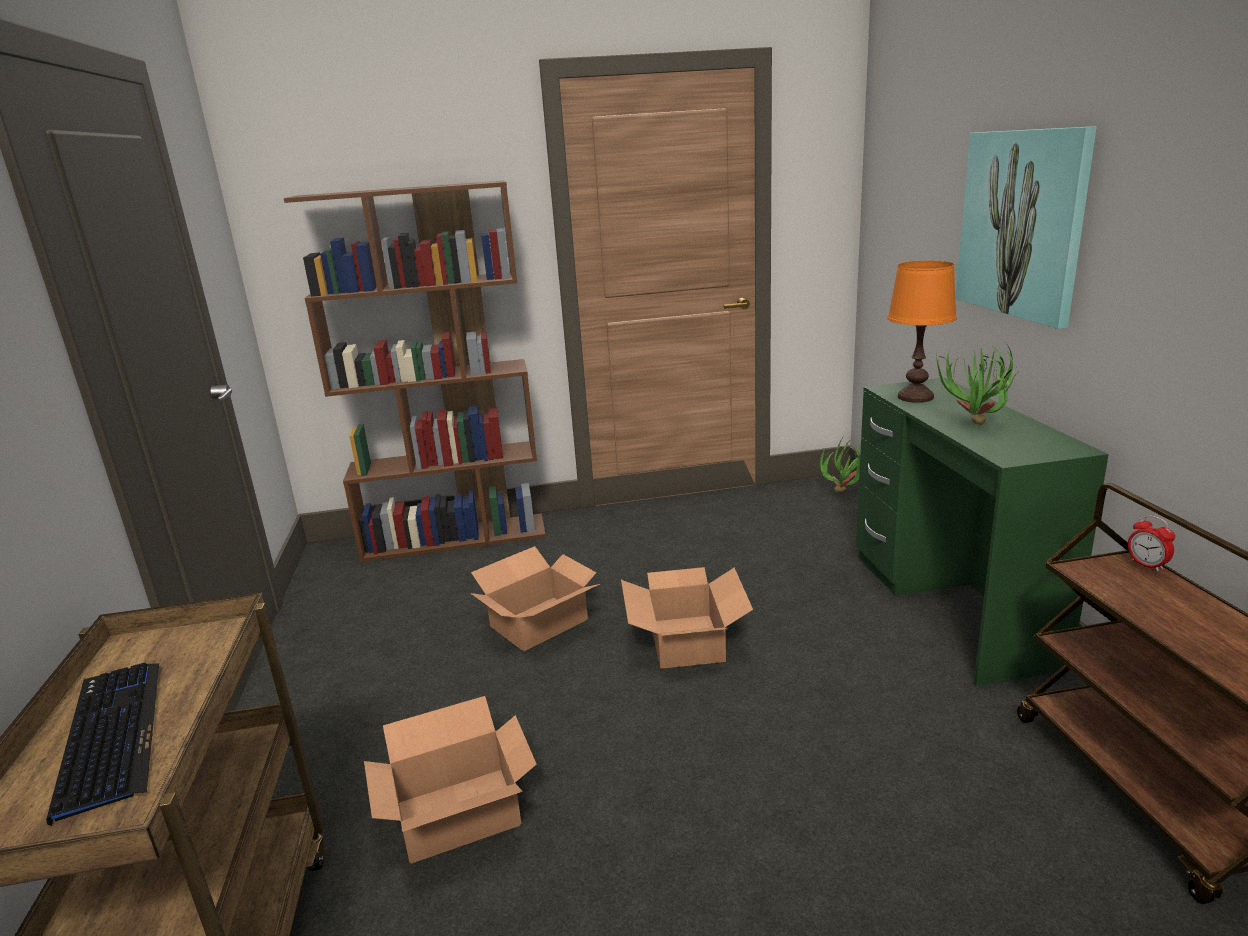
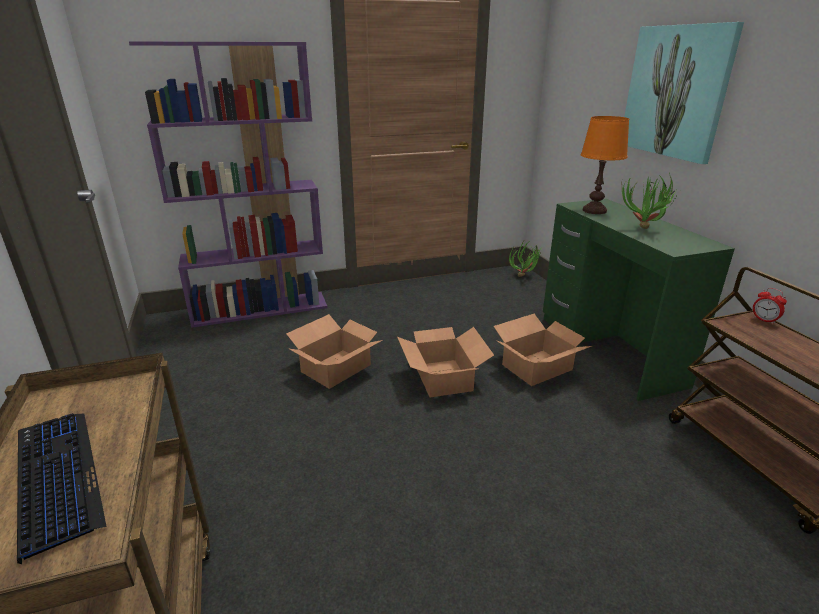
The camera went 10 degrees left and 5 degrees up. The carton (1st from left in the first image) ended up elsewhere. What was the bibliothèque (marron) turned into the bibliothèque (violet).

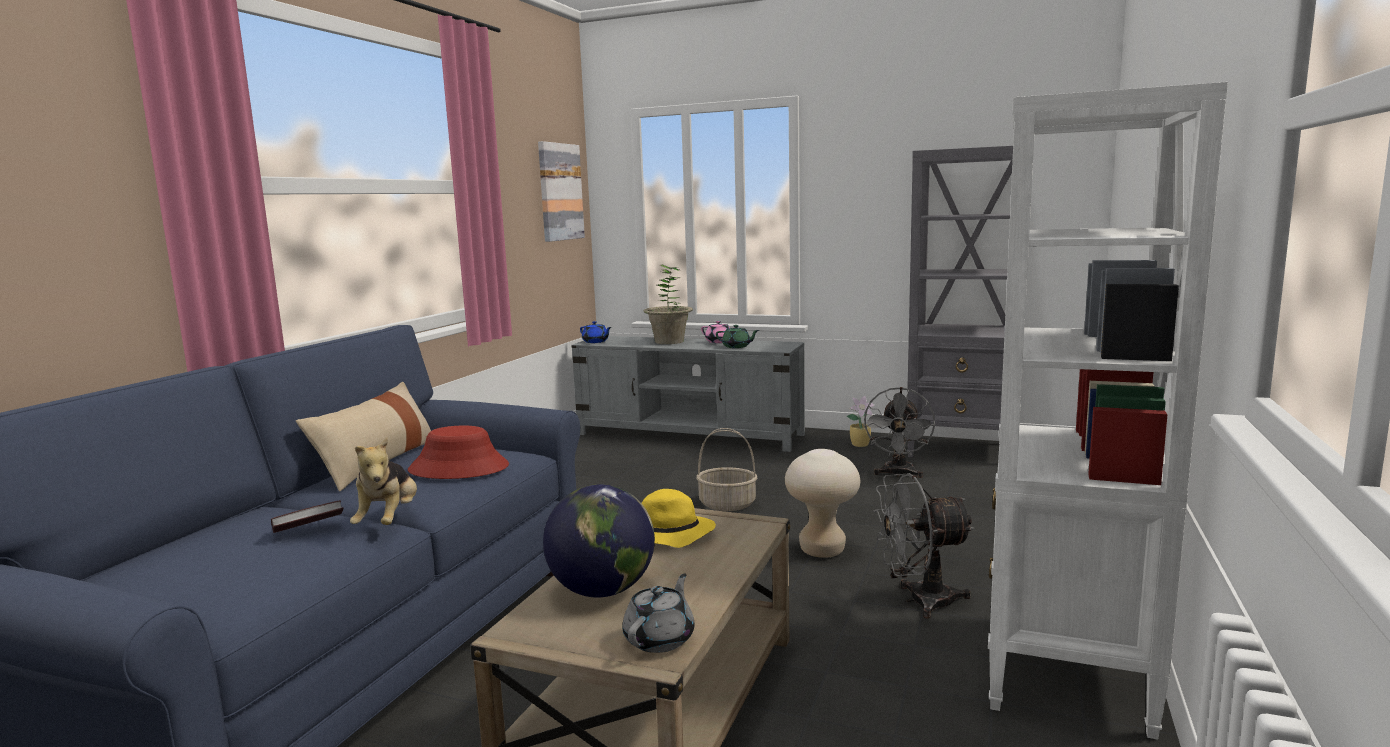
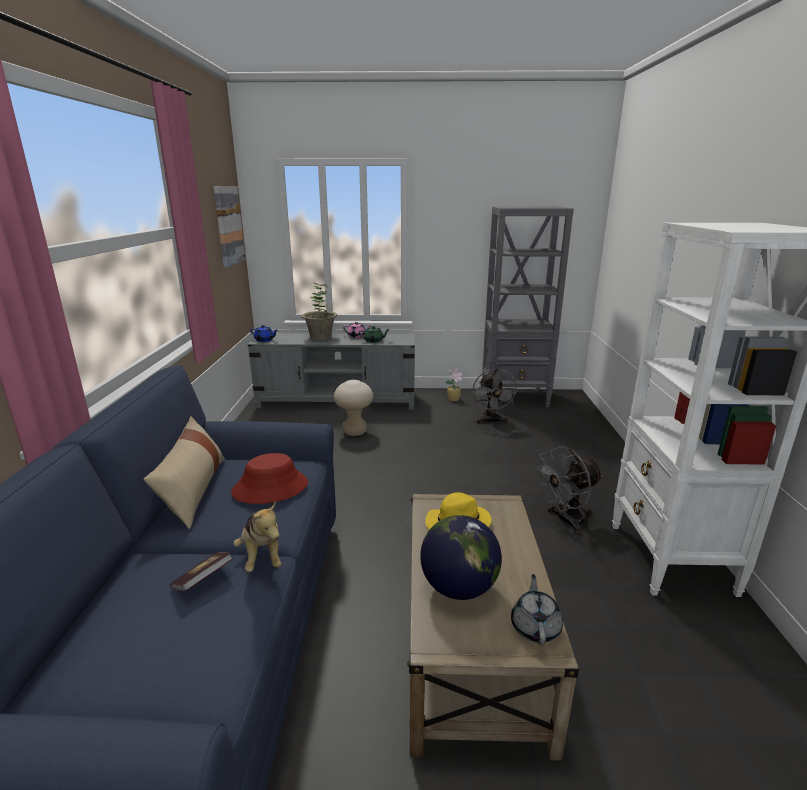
The camera went 20 degrees left and 10 degrees up. The second view lost the panier. The tabouret (beige) ended up elsewhere.

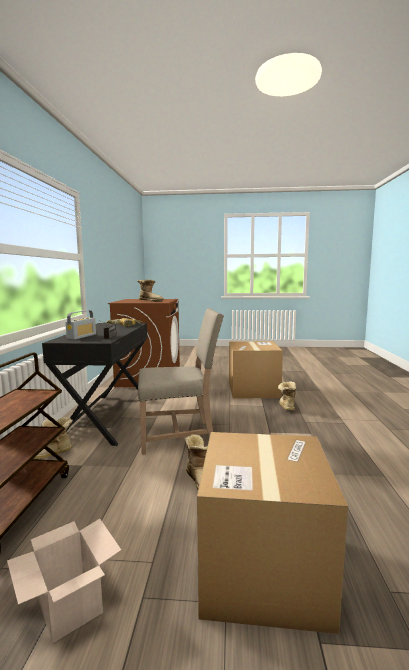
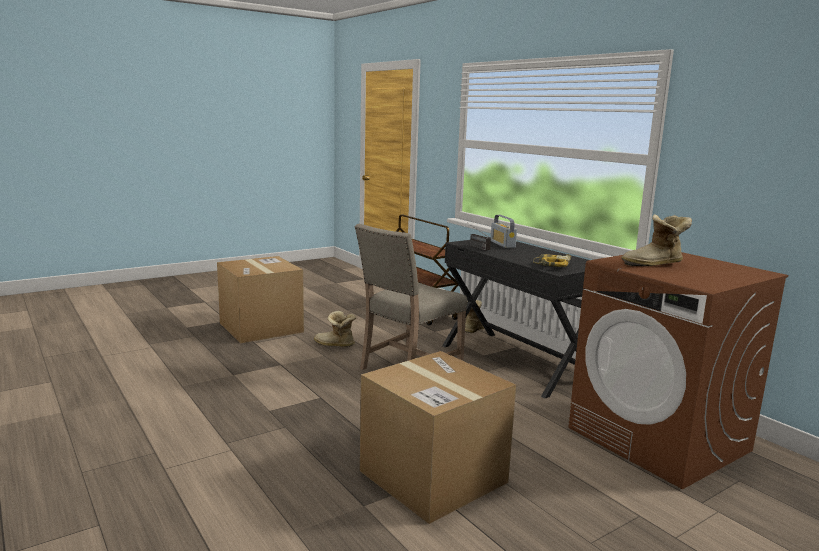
The camera went 140 degrees right and 5 degrees up. The second view lost the carton (1st from left). The second view lost the botte (4th from left).

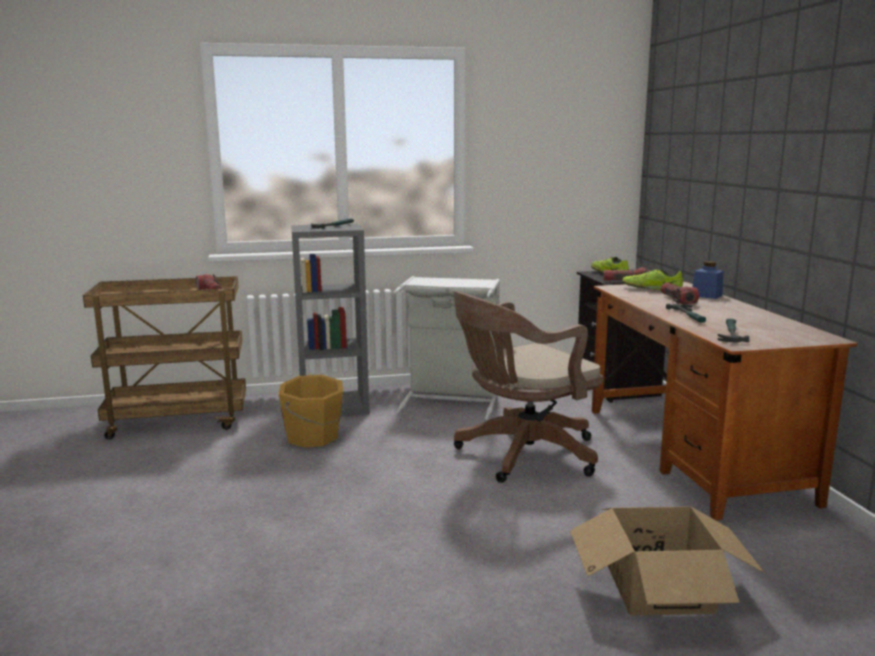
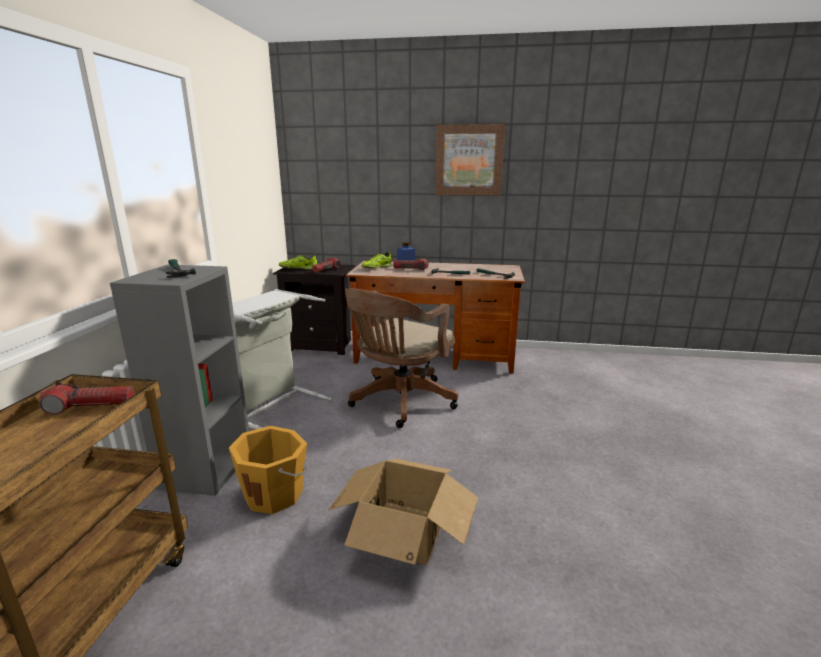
The camera went 70 degrees left and 5 degrees up. The second view gained the tableau. The carton ended up elsewhere. The chaise de bureau (marron) ended up facing another way, 45 degrees clockwise from before.

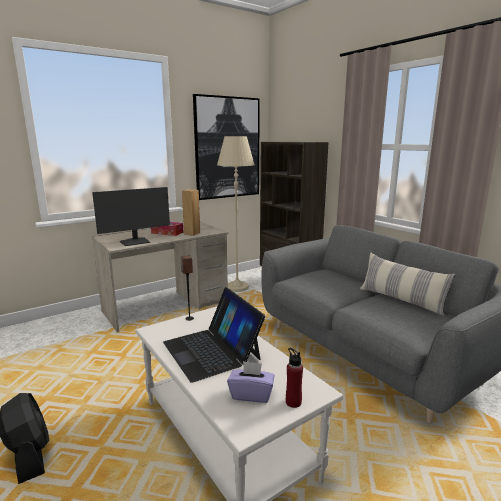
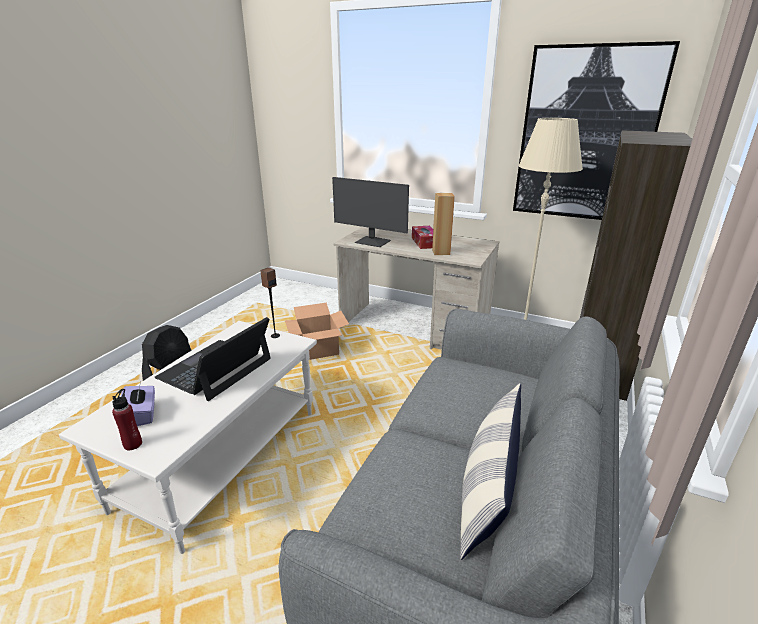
The camera went 60 degrees right and 10 degrees up. The second view gained the carton.

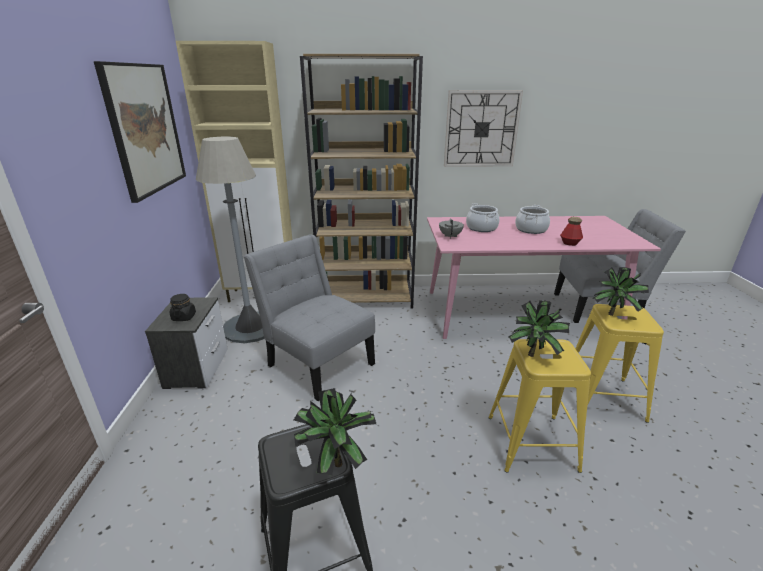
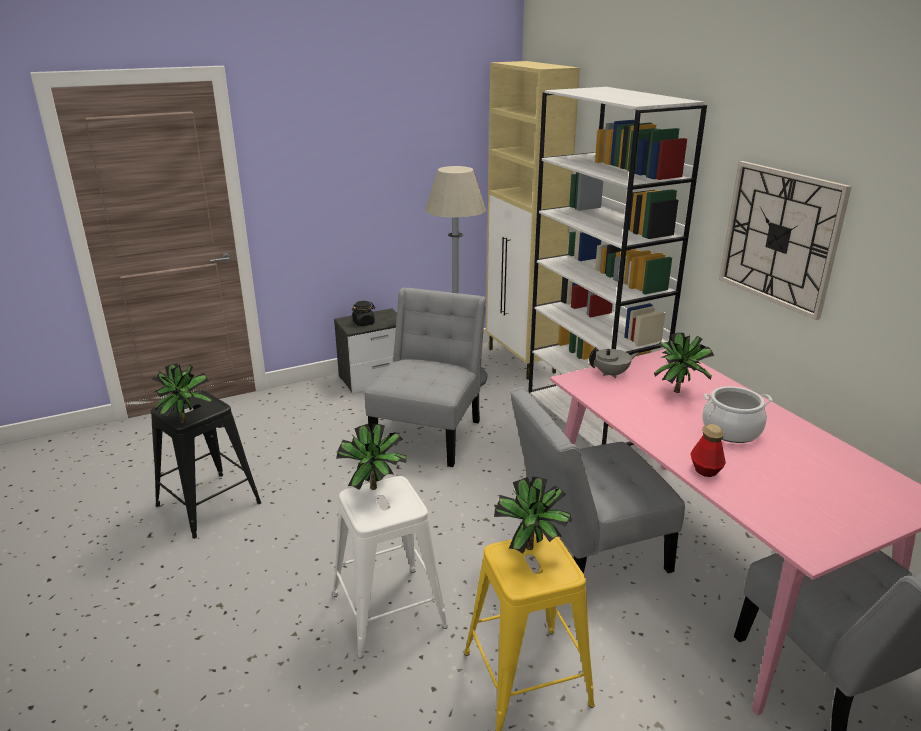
The camera went 65 degrees right and 0 degrees up. The second view lost the tableau. The second view gained the chaise (gris) (2nd from left). Where the marmite (1st from left) stood, the plante en pot (4th from left) came to stand. What was the bibliothèque (marron) turned into the bibliothèque (blanc). What was the tabouret (jaune) (1st from left) turned into the tabouret (blanc).

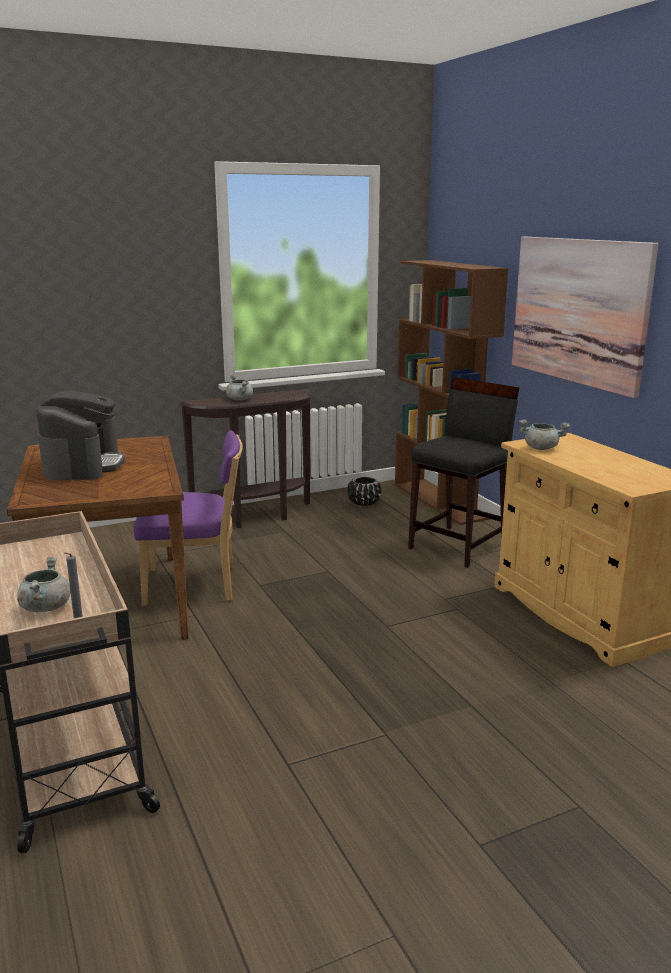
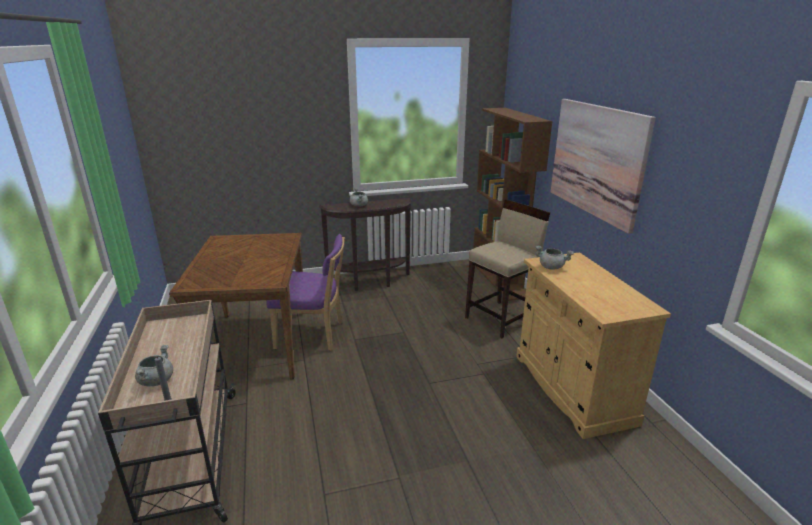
The camera went 10 degrees right and 5 degrees up. The second view lost the machine à café. The second view lost the cache-pot (noir). What was the tabouret (noir) turned into the tabouret (beige).

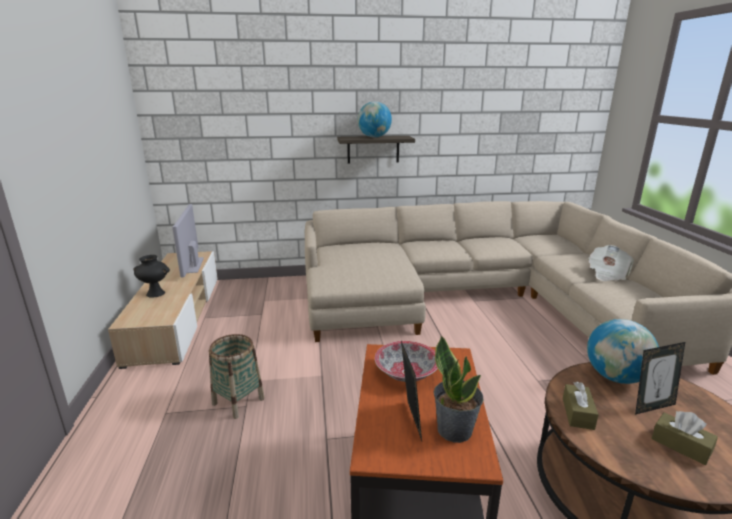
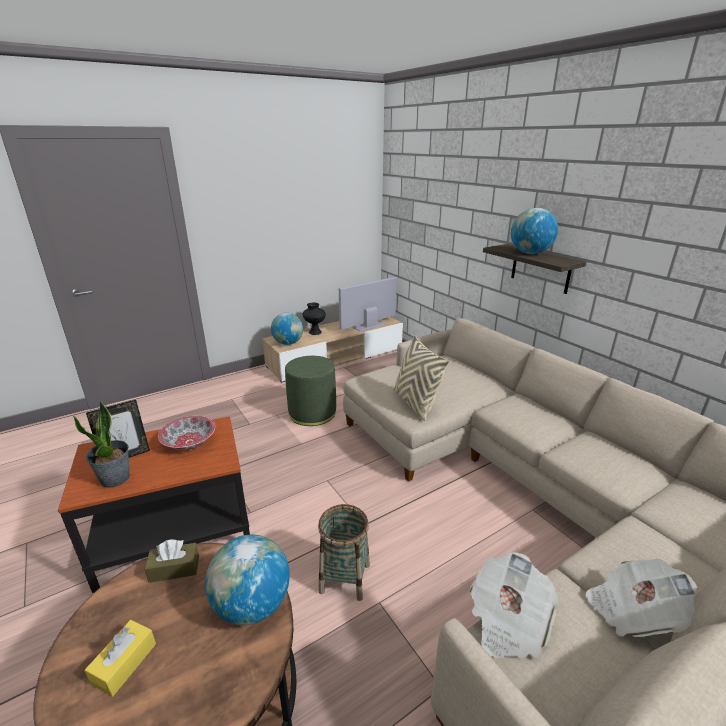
The camera went 65 degrees right and 5 degrees up. The second view lost the cadre photo (2nd from left). The second view gained the globe (2nd from left). The second view gained the pouf (vert). The second view gained the coussin (beige). The second view gained the journal (1st from left). The panier ended up elsewhere. What was the boîte à mouchoirs (marron) (2nd from left) turned into the boîte à mouchoirs (jaune).

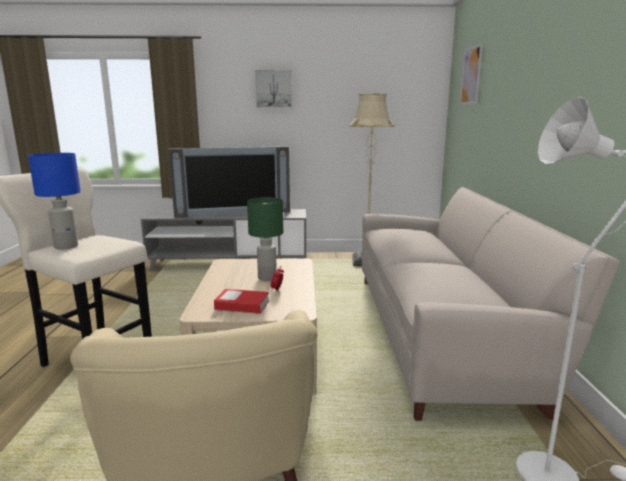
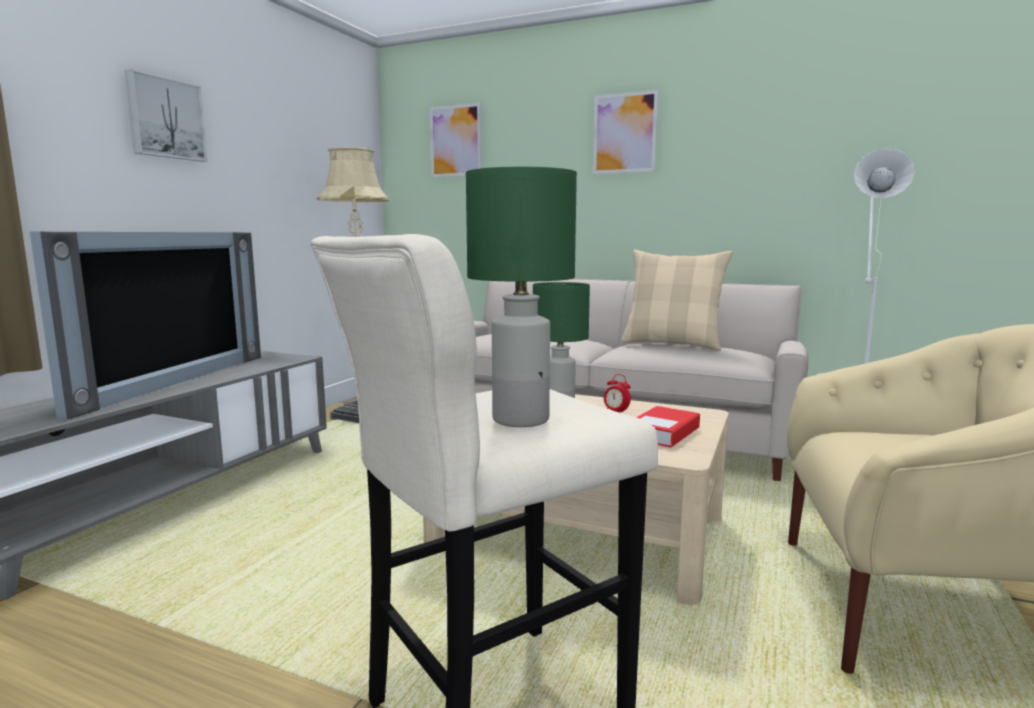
The camera went 65 degrees left and 5 degrees down. The second view gained the tableau (3rd from left). The second view gained the coussin (beige). What was the lampe de table (bleu) turned into the lampe de table (vert) (1st from left).

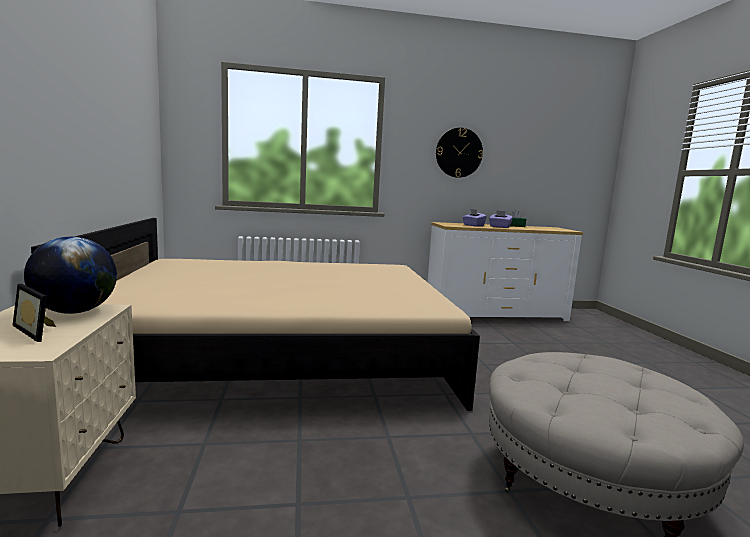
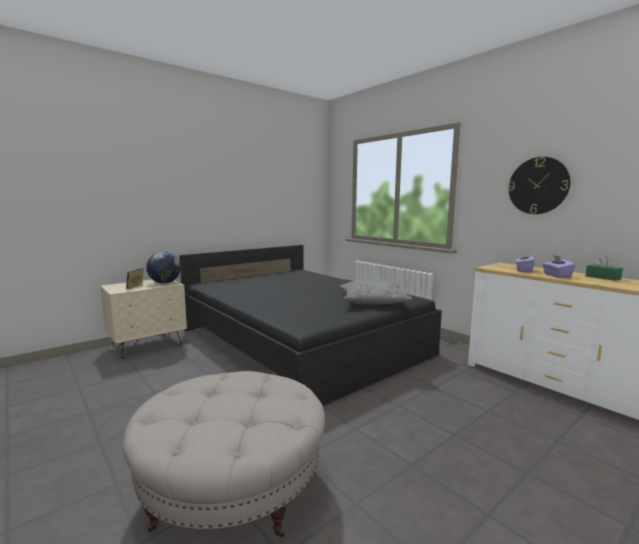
The camera went 60 degrees right and 0 degrees up. The second view gained the coussin (gris). What was the lit (beige) turned into the lit (noir).

